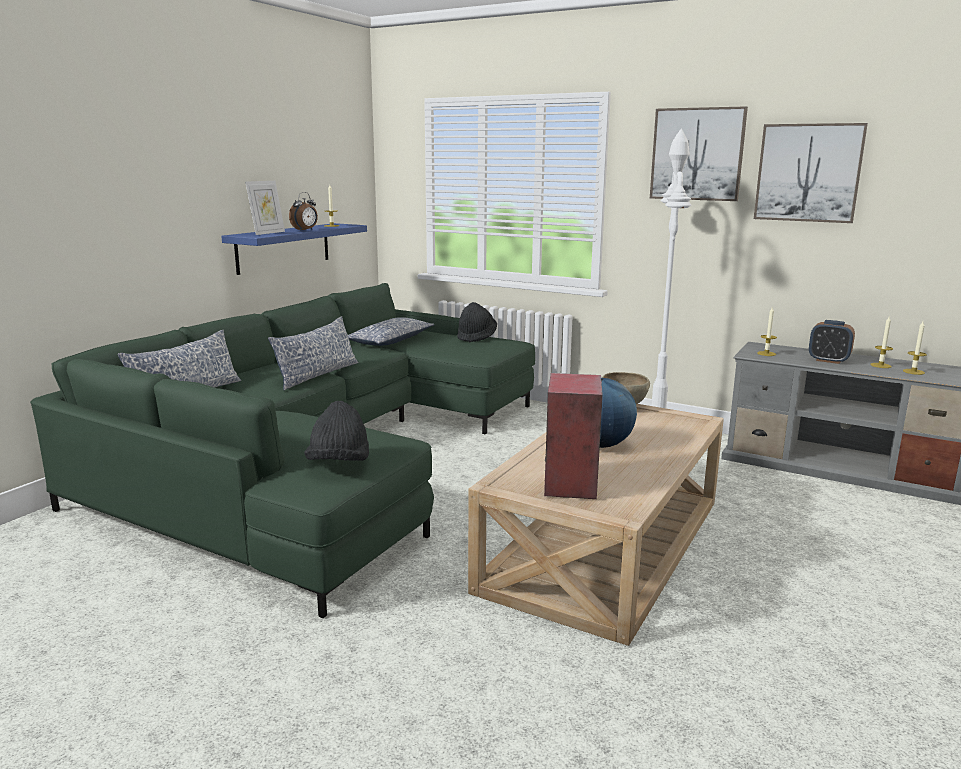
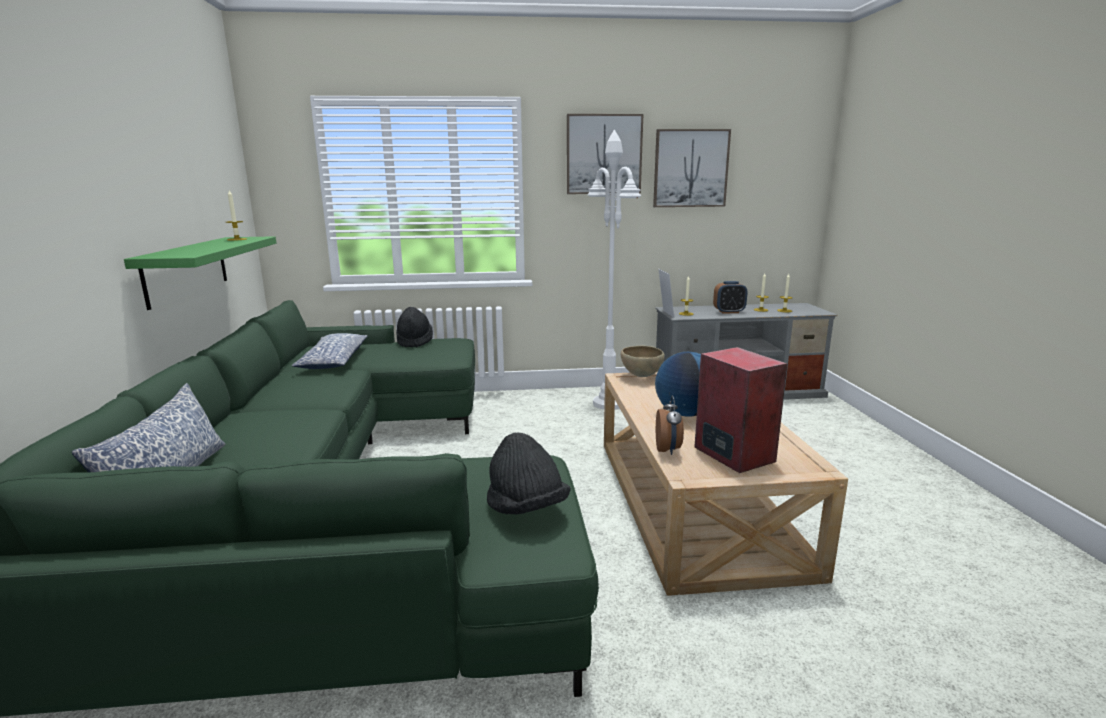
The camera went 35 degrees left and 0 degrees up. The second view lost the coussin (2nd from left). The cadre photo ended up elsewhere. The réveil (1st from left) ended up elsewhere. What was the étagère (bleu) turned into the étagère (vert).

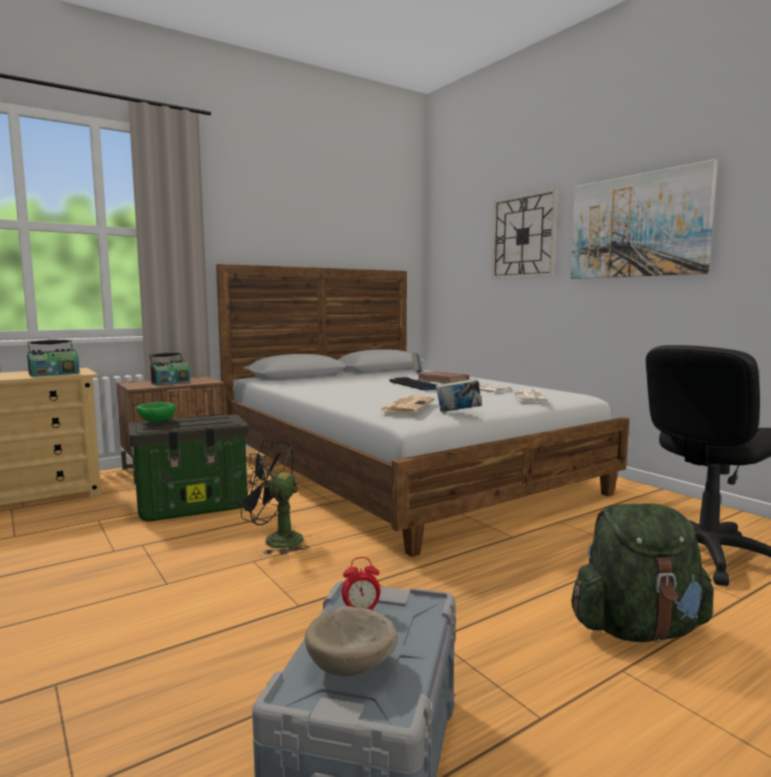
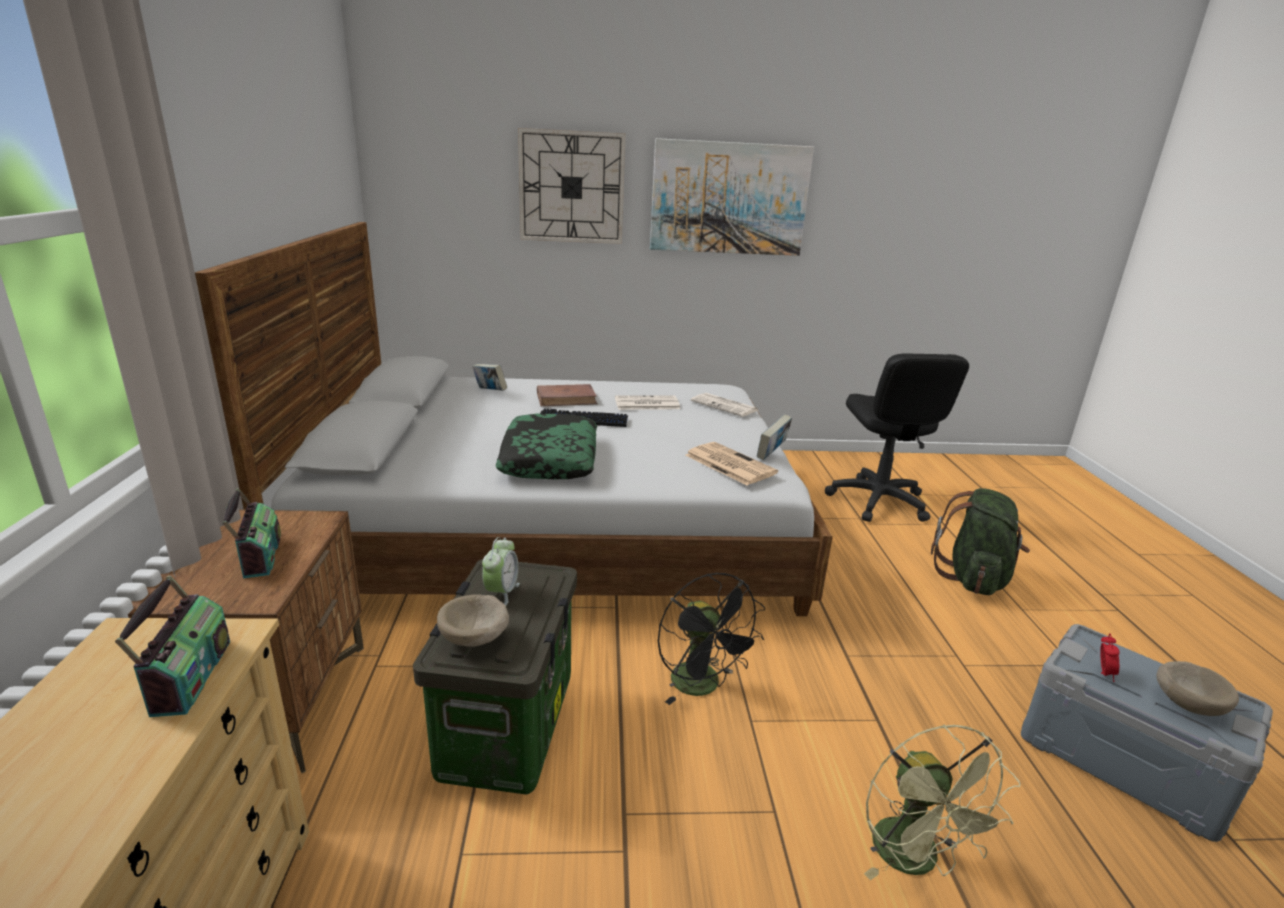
The camera went 60 degrees left and 15 degrees up. The second view gained the réveil (1st from left). The second view gained the coussin. The second view gained the ventilateur (vert). What was the bol (vert) turned into the bol (beige) (1st from left). The ventilateur (noir) ended up facing another way, 75 degrees counterclockwise from before.

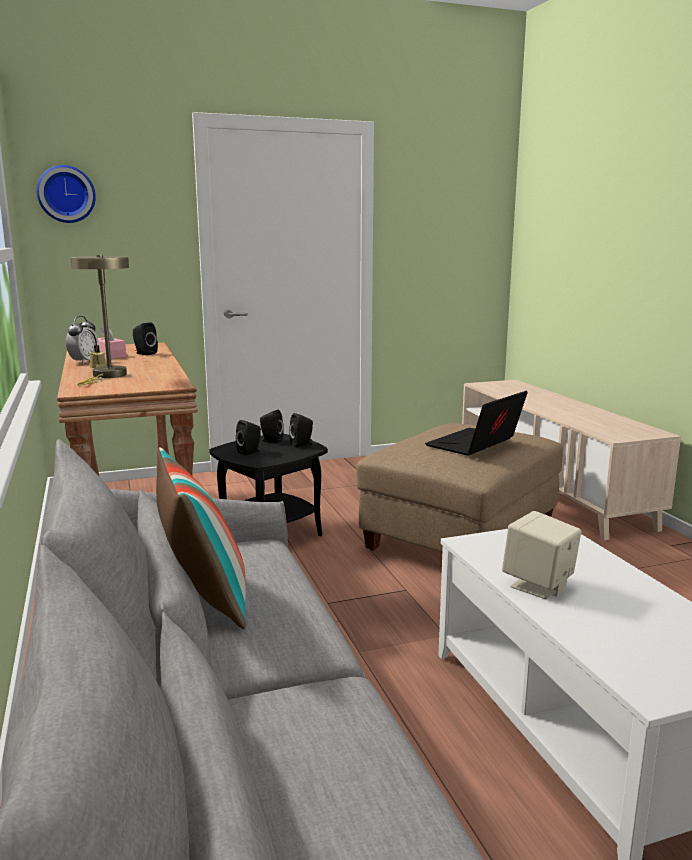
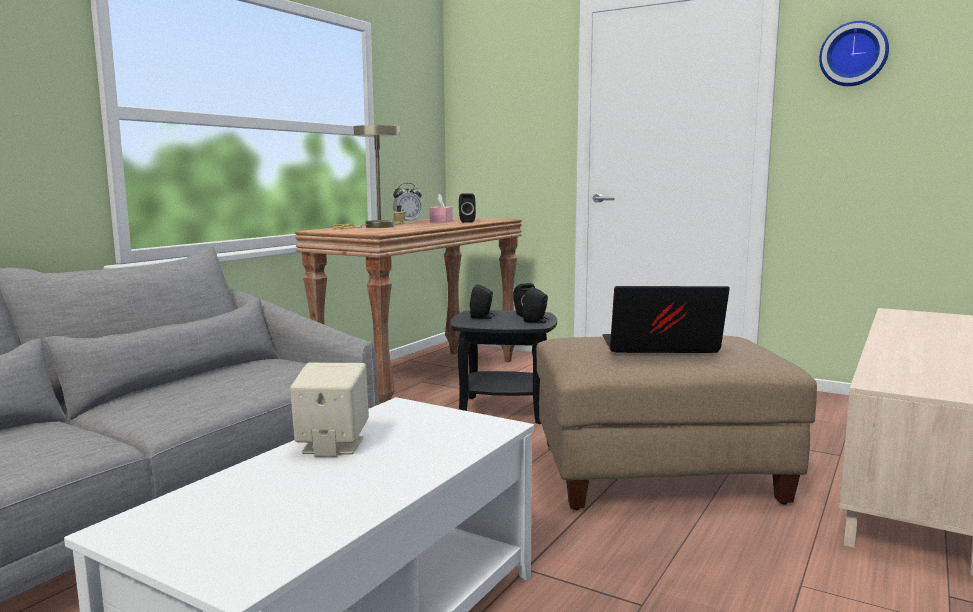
The camera went 50 degrees right and 5 degrees down. The second view lost the coussin. The horloge murale ended up elsewhere.

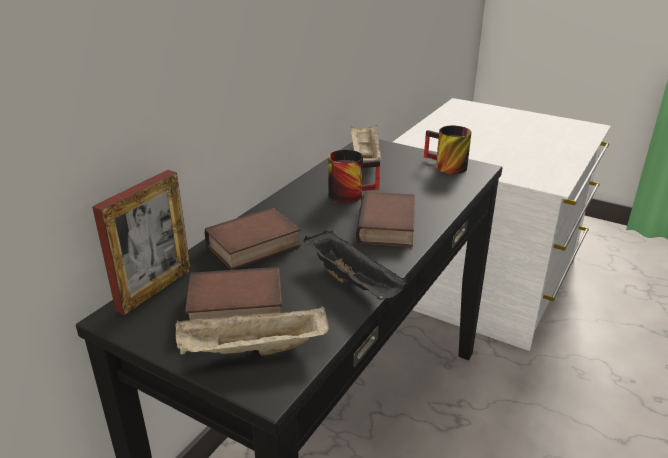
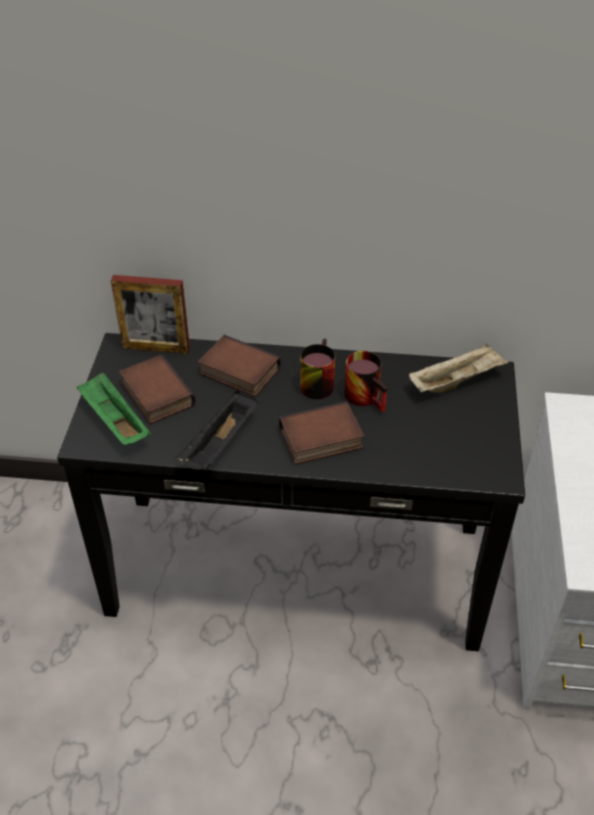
The camera went 65 degrees right and 15 degrees up. The mug (2nd from left in the first image) ended up elsewhere. What was the plateau (beige) (1st from left) turned into the plateau (vert).

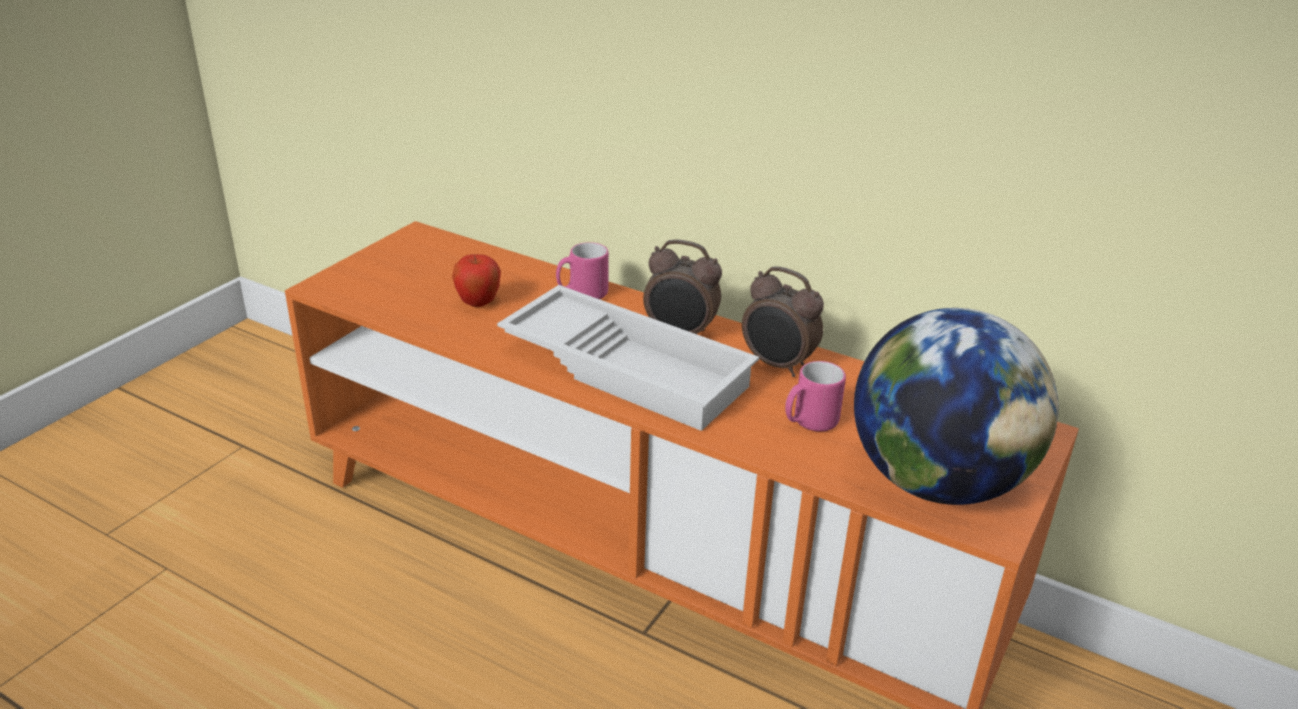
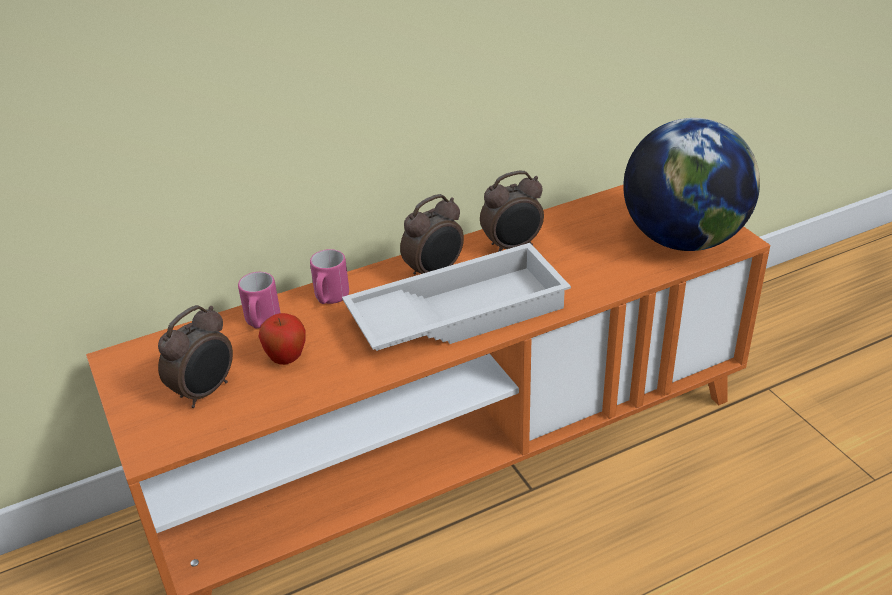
The camera went 55 degrees left and 5 degrees up. The second view gained the réveil (1st from left). The mug (rose) (2nd from left in the first image) ended up elsewhere.

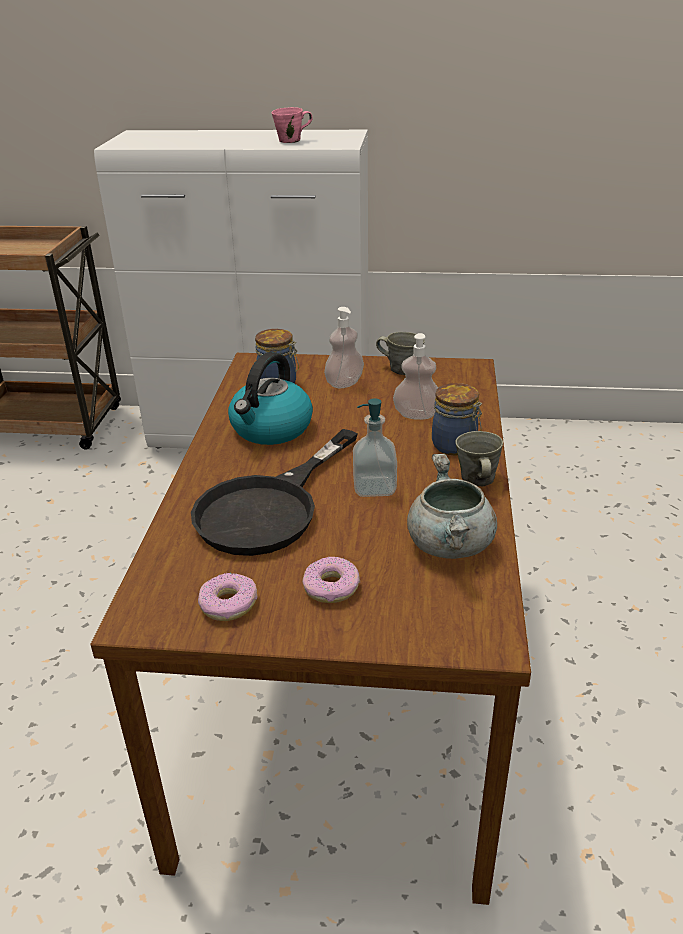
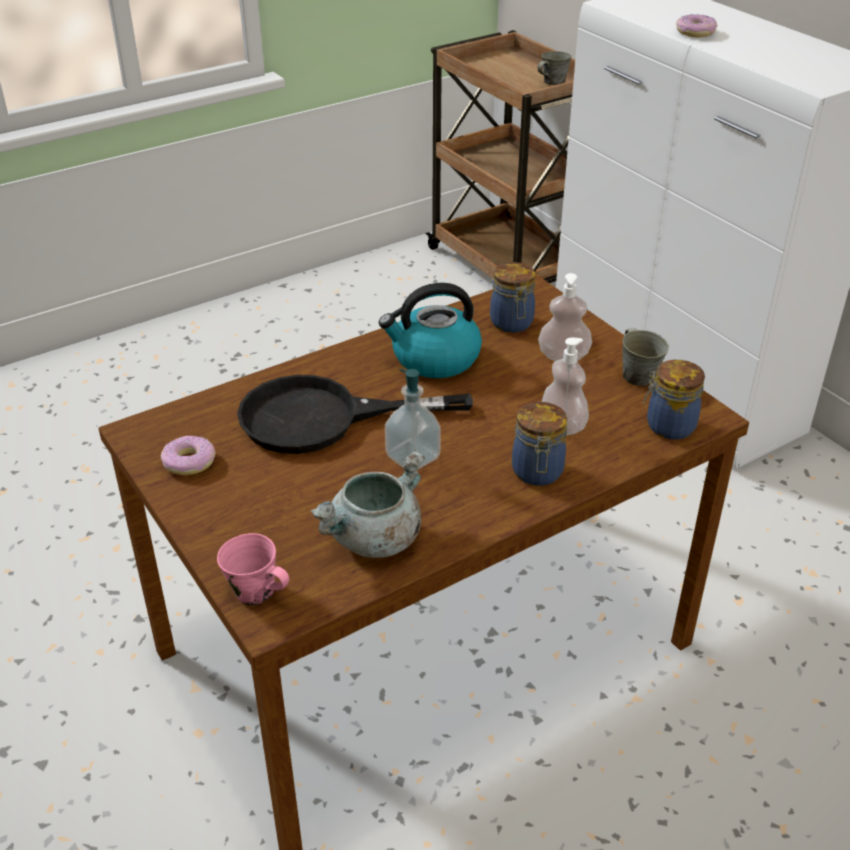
The camera went 50 degrees right and 5 degrees up. The second view gained the bocal (3rd from left). The mug (rose) ended up elsewhere. The beignet (2nd from left) ended up elsewhere. The mug (gris) (2nd from left in the first image) ended up elsewhere.

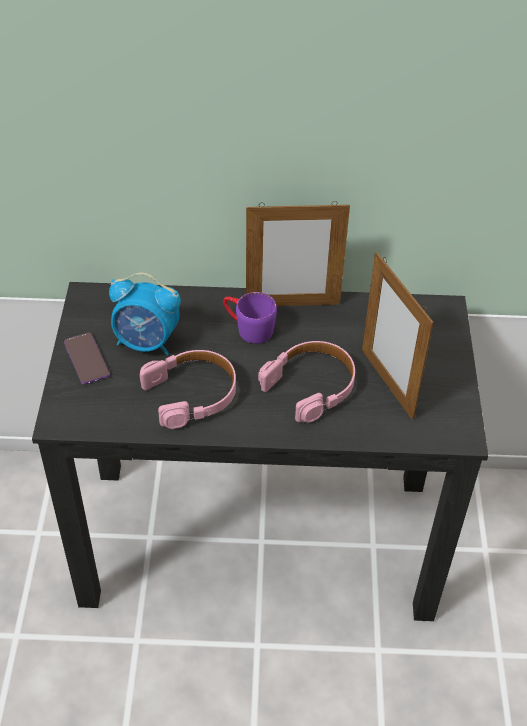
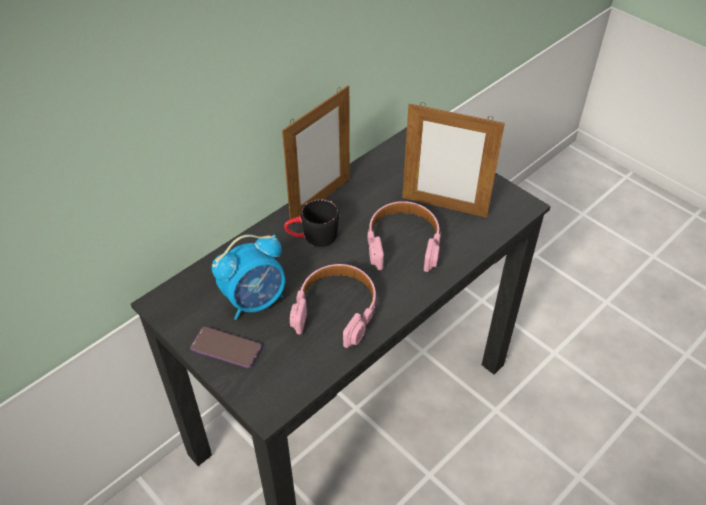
The camera went 45 degrees left and 0 degrees up. What was the mug (violet) turned into the mug (noir).

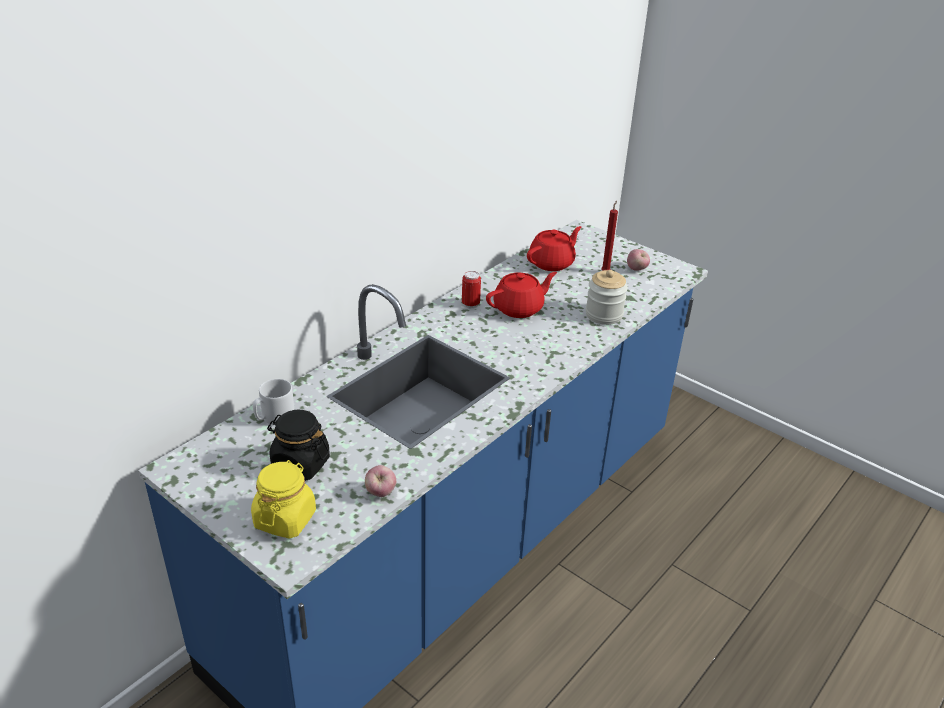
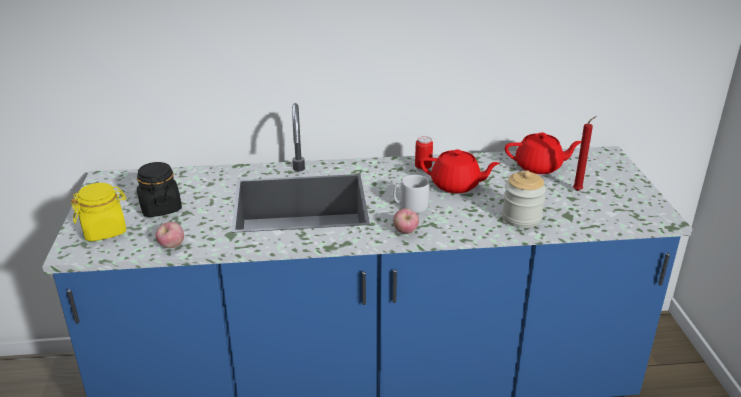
The camera went 45 degrees right and 5 degrees down. The mug (gris) ended up elsewhere. The pomme (2nd from left) ended up elsewhere.

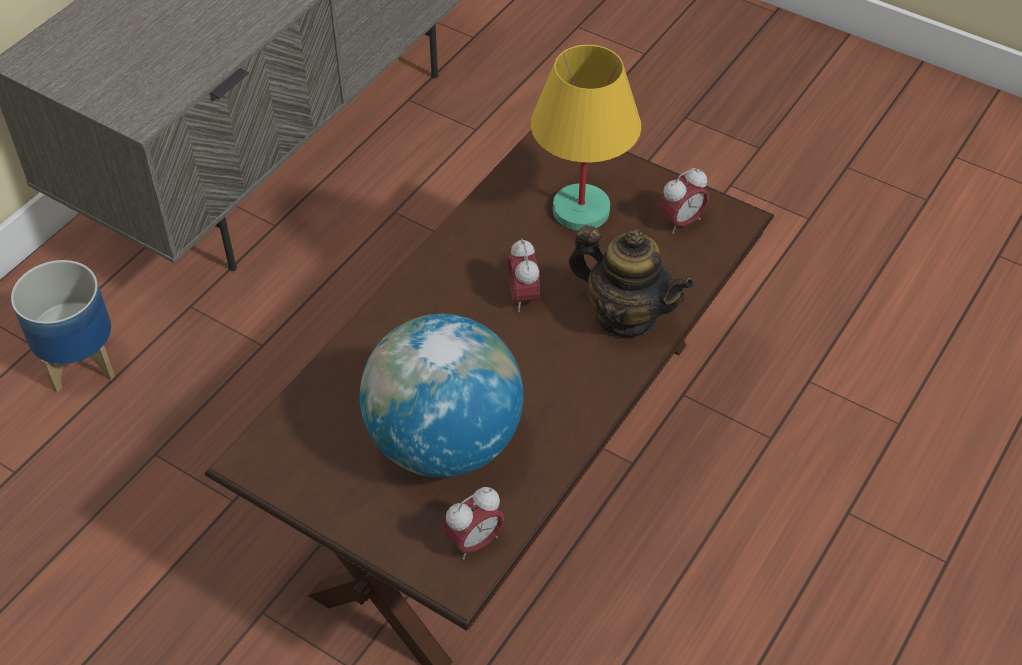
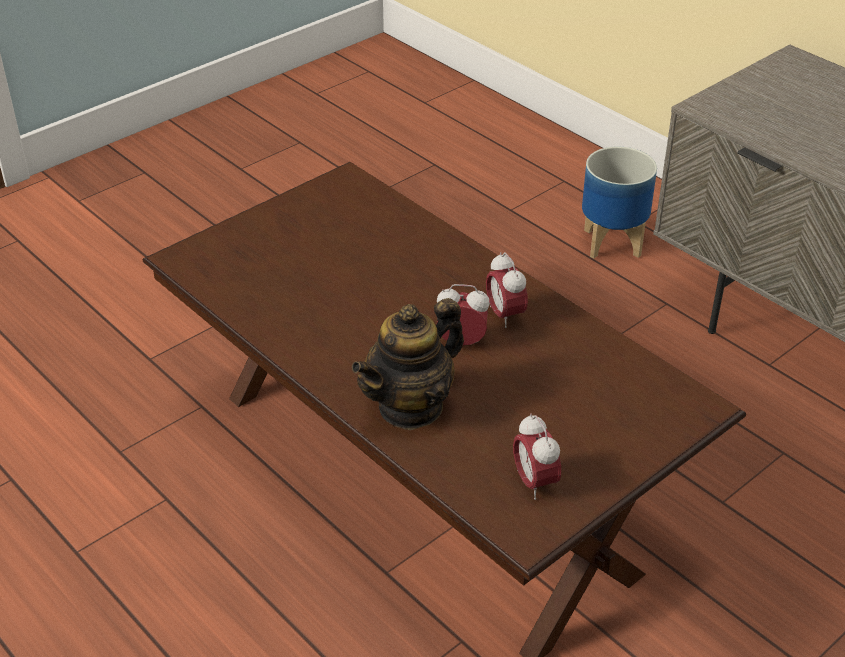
The camera went 105 degrees right and 10 degrees down. The second view lost the globe. The second view lost the lampe de table (jaune). The réveil (1st from left in the first image) ended up elsewhere.

